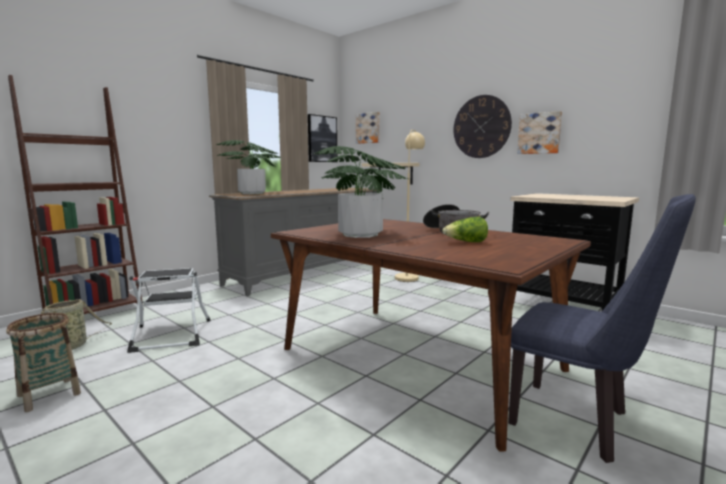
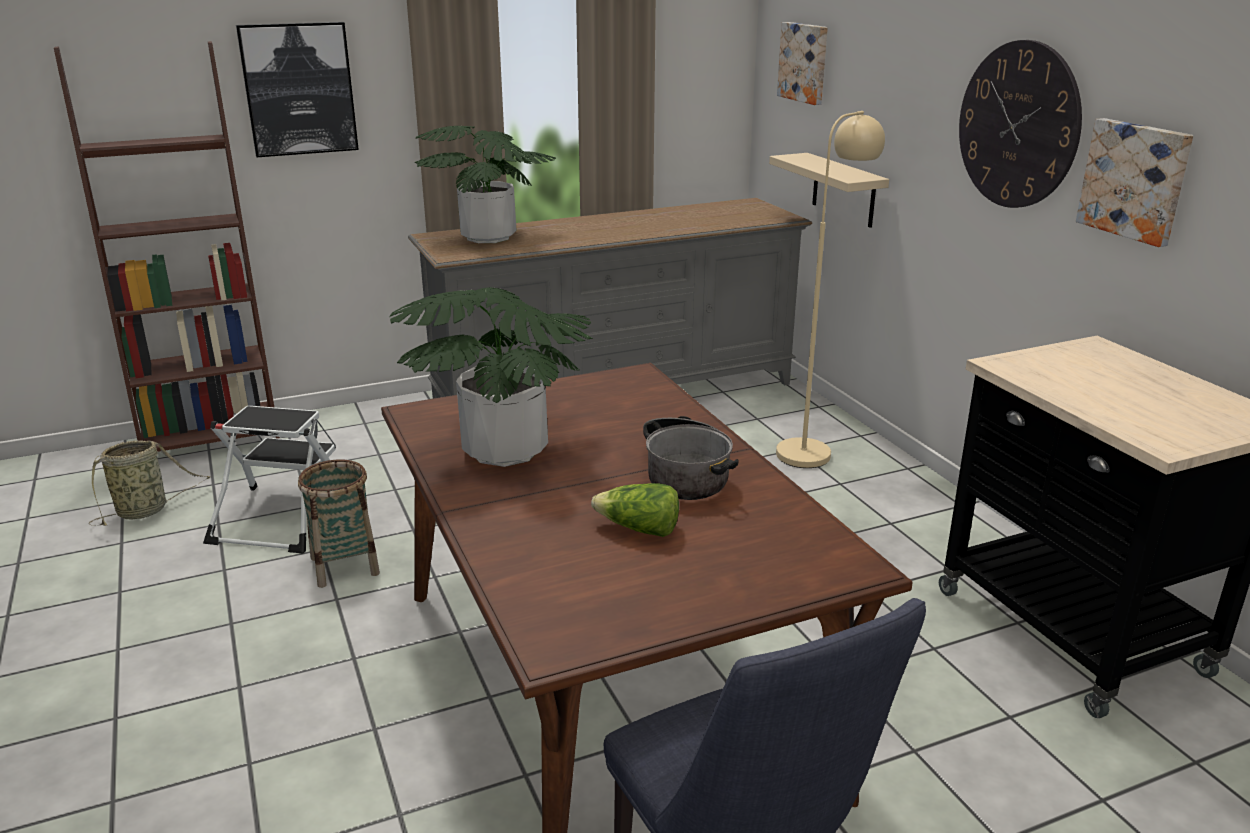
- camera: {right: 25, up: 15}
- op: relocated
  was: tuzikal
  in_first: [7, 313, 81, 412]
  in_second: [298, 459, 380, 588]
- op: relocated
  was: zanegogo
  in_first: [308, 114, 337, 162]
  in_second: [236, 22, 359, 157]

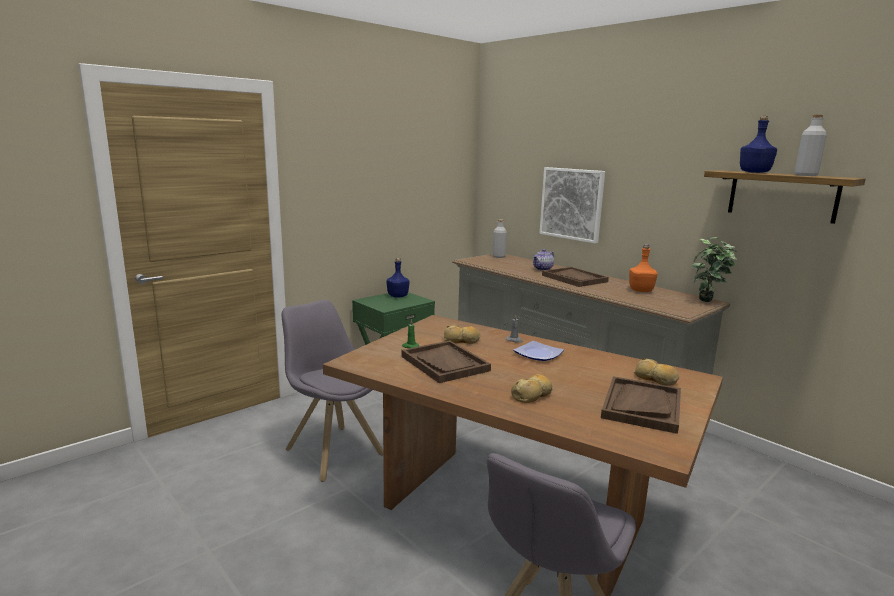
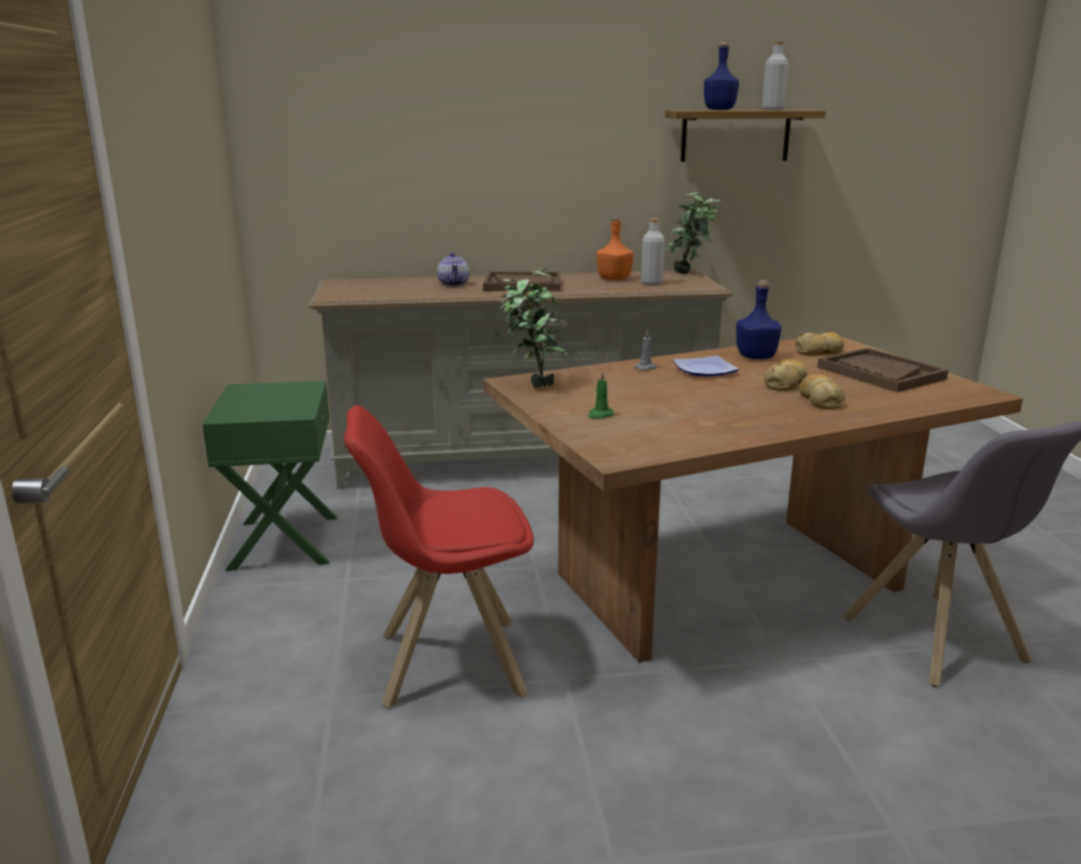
- camera: {right: -55, up: 5}
- op: colour
  was: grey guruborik
  now: red guruborik
  in_first: [282, 300, 383, 481]
  in_second: [344, 405, 534, 708]
- op: relocated
  was: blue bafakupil
  in_first: [386, 258, 409, 298]
  in_second: [736, 280, 781, 359]
- op: missing
  was: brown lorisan
  in_first: [402, 341, 491, 383]
- op: relocated
  was: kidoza
  in_first: [444, 325, 480, 344]
  in_second: [764, 359, 807, 391]
- op: relocated
  was: grey bafakupil
  in_first: [492, 220, 507, 258]
  in_second: [641, 219, 665, 285]
- op: missing
  was: zanegogo
  in_first: [539, 167, 605, 243]
- op: appeared
  now: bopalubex
  in_second: [500, 267, 569, 388]

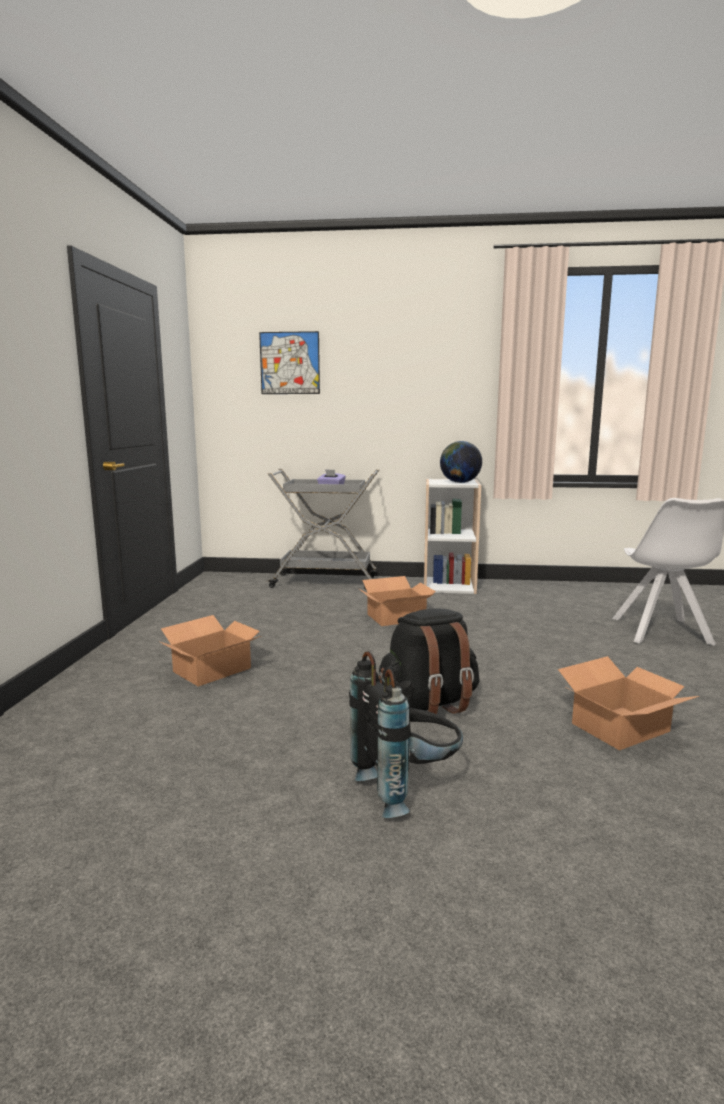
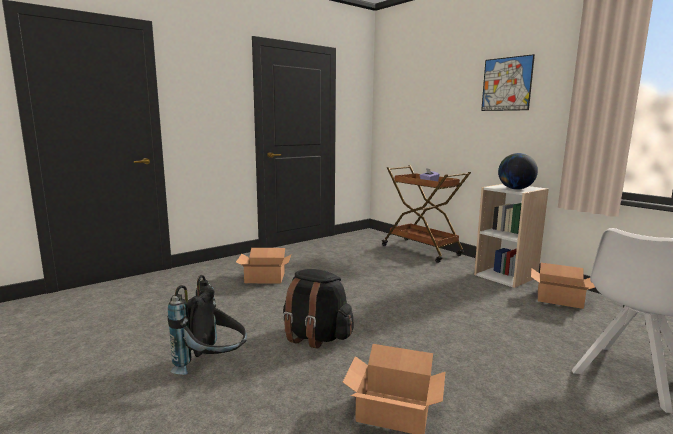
- camera: {right: 45, up: 0}
- op: relocated
  was: zanegogo
  in_first: [259, 331, 320, 394]
  in_second: [481, 54, 535, 111]
- op: colour
  was: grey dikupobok
  now: brown dikupobok
  in_first: [266, 469, 379, 590]
  in_second: [382, 165, 471, 263]
- op: relocated
  was: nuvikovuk
  in_first: [359, 576, 436, 626]
  in_second: [531, 263, 595, 309]

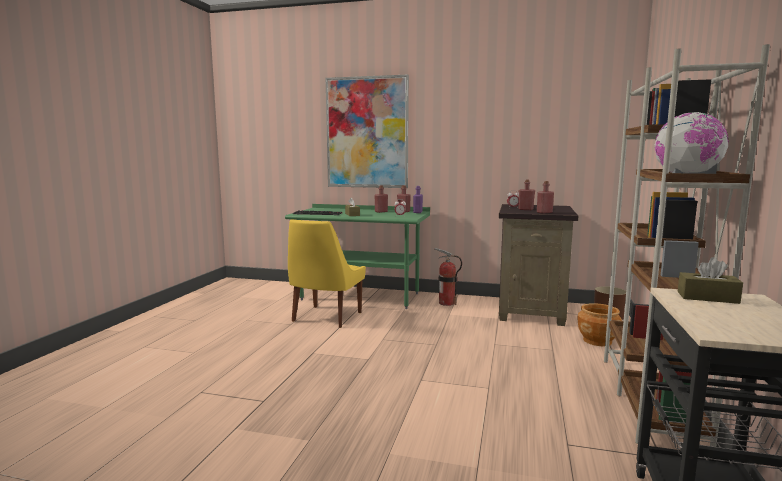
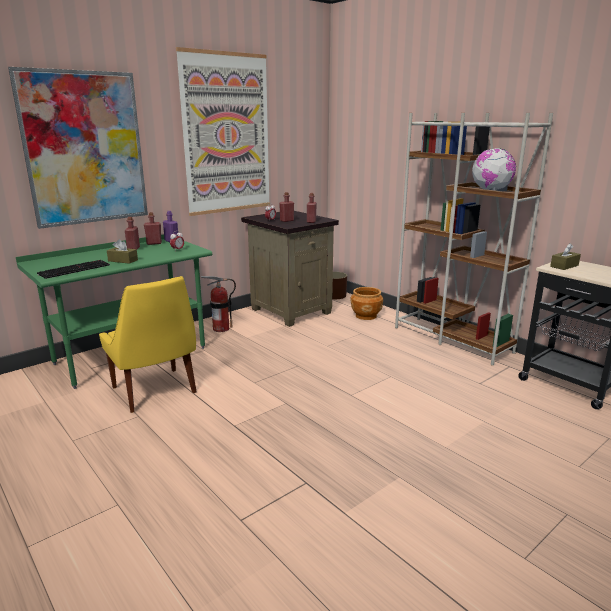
- camera: {right: -55, up: 10}
- op: appeared
  now: zanegogo
  in_second: [176, 47, 270, 216]

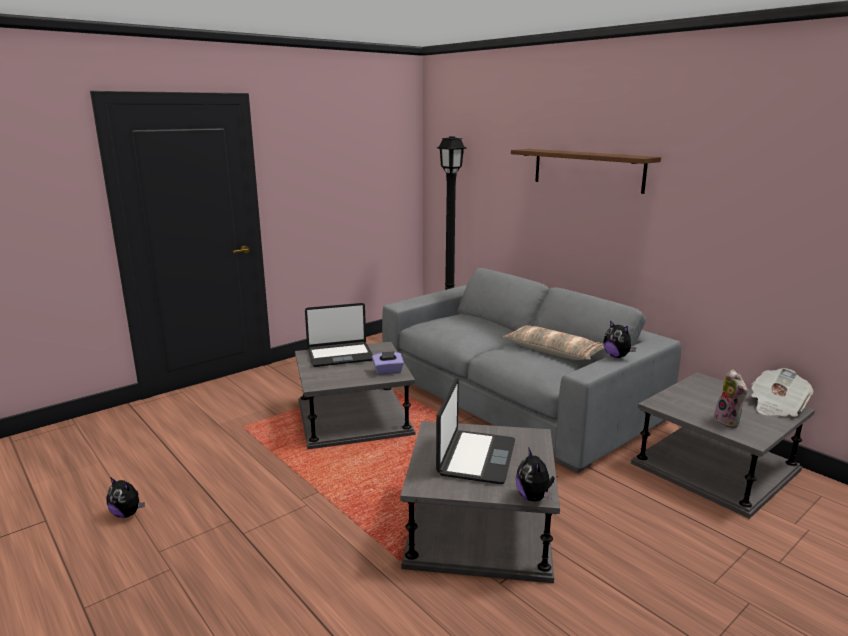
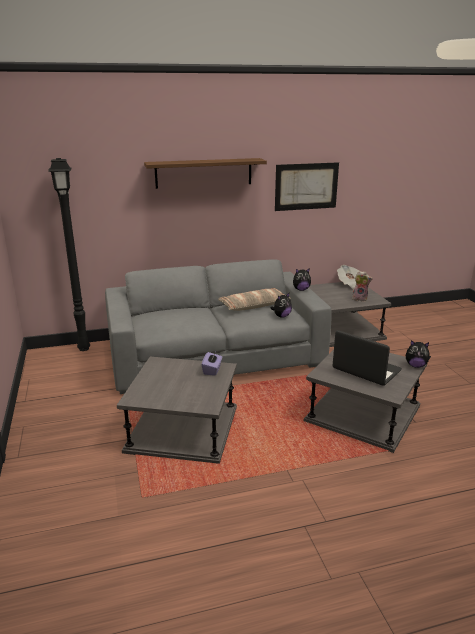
- camera: {right: -65, up: 5}
- op: relocated
  was: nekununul
  in_first: [107, 477, 145, 518]
  in_second: [270, 293, 292, 318]
- op: missing
  was: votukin
  in_first: [305, 303, 373, 367]
- op: appeared
  now: zanegogo
  in_second: [275, 162, 339, 211]

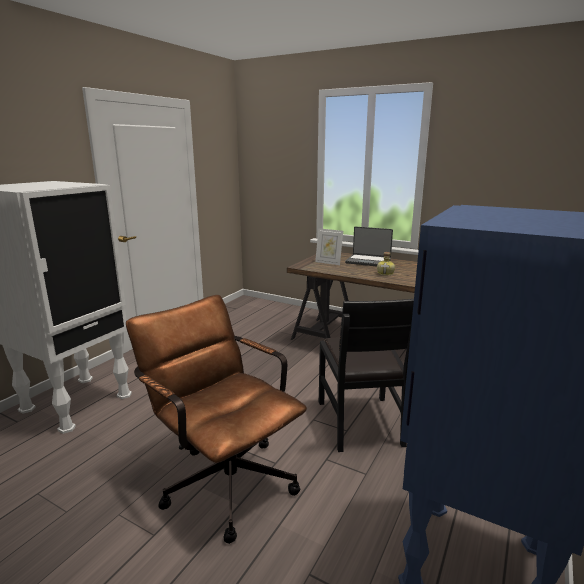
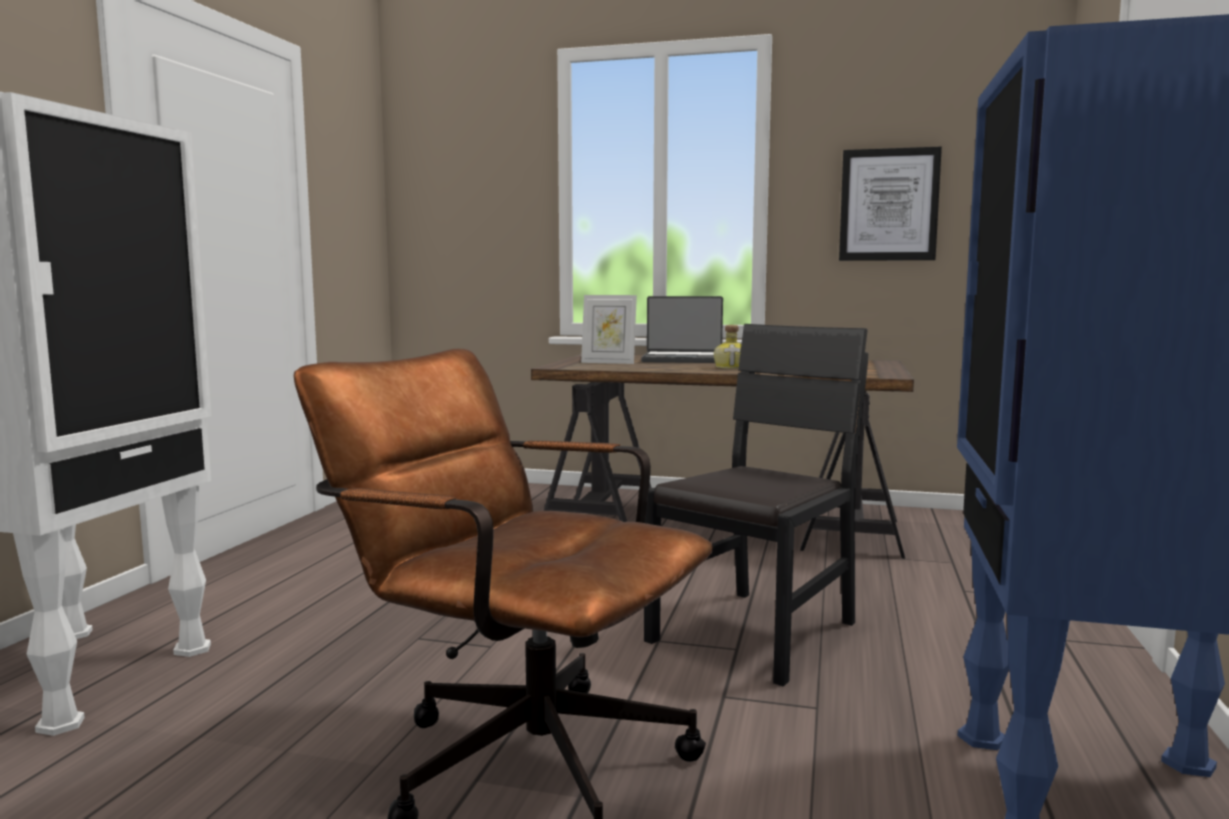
- camera: {right: -15, up: -10}
- op: spun
  was: black guruborik
  in_first: [319, 299, 414, 452]
  in_second: [644, 324, 868, 687]
  clockwise: -120
- op: appeared
  now: zanegogo
  in_second: [839, 146, 942, 261]

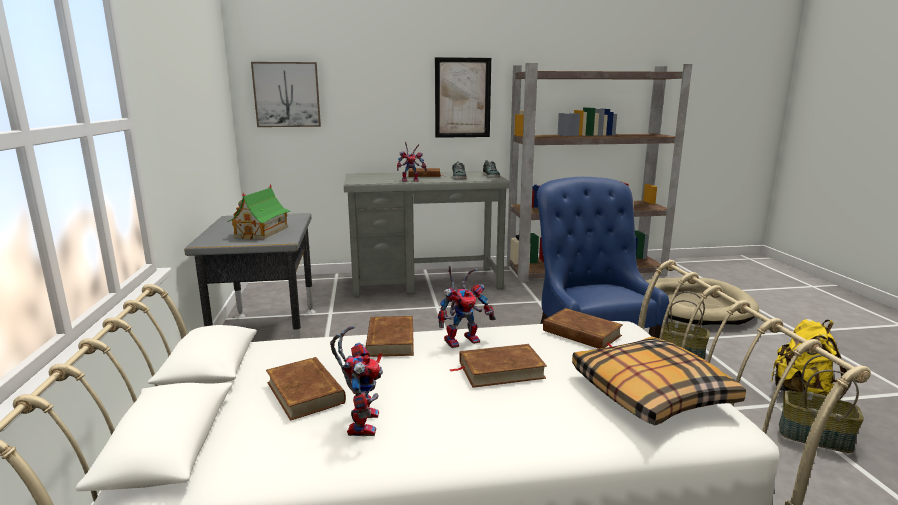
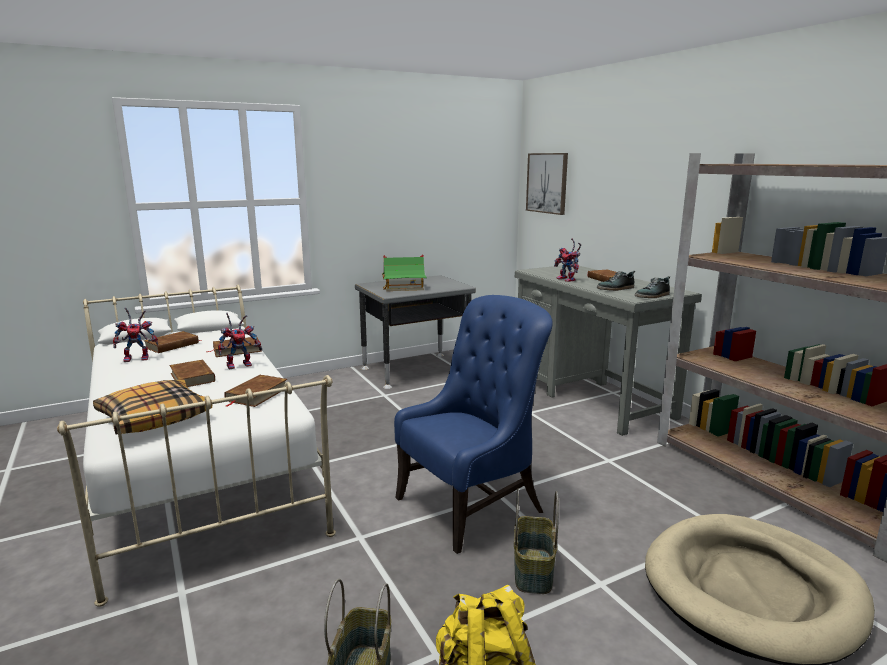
- camera: {right: 70, up: 0}
- op: missing
  was: zanegogo
  in_first: [435, 57, 491, 138]
- op: spun
  was: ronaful
  in_first: [438, 265, 496, 348]
  in_second: [218, 313, 262, 369]
  clockwise: -75

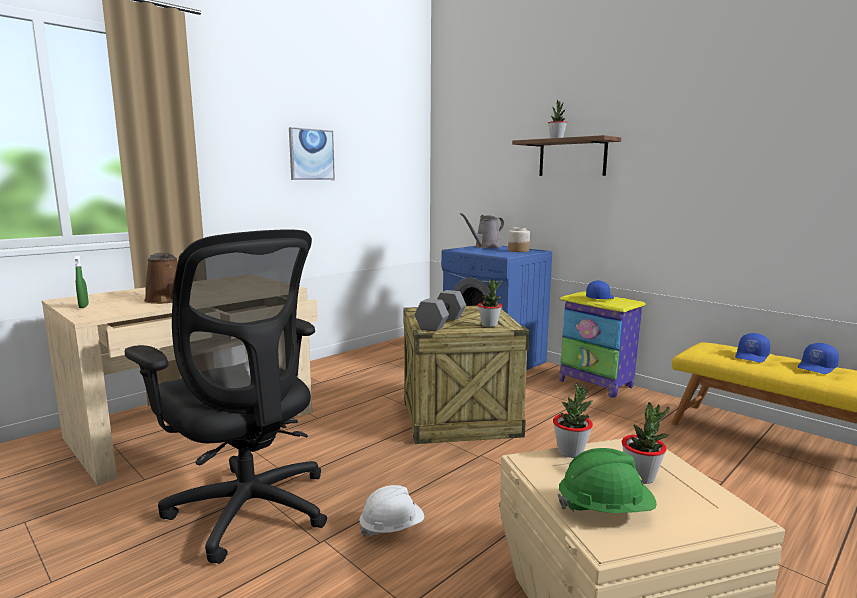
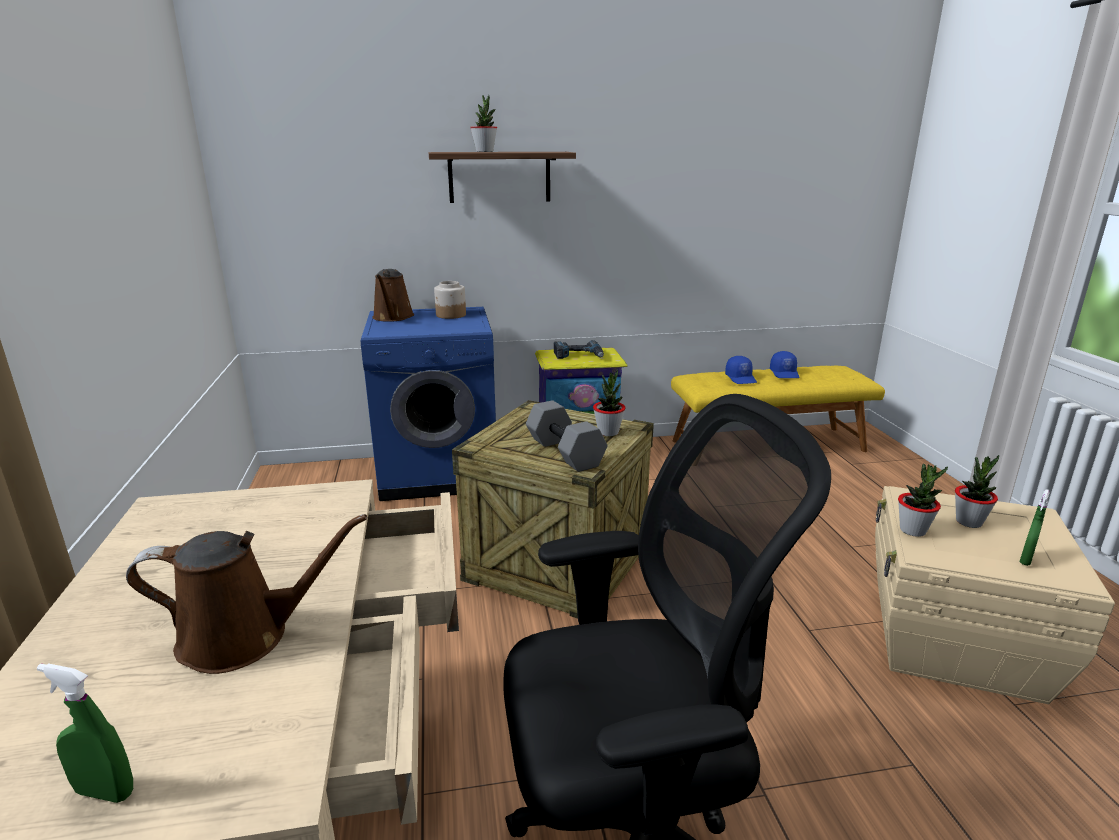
- camera: {right: -55, up: 10}
- op: missing
  was: zanegogo
  in_first: [289, 127, 335, 180]
- op: missing
  was: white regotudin
  in_first: [359, 485, 424, 537]
- op: colour
  was: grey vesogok
  now: brown vesogok
  in_first: [460, 213, 504, 248]
  in_second: [372, 269, 414, 322]
- op: exchanged
  was: green regotudin
  now: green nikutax
  in_first: [557, 448, 657, 513]
  in_second: [1019, 489, 1049, 566]
- op: exchanged
  was: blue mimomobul
  now: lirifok
  in_first: [586, 280, 614, 299]
  in_second: [554, 340, 604, 359]

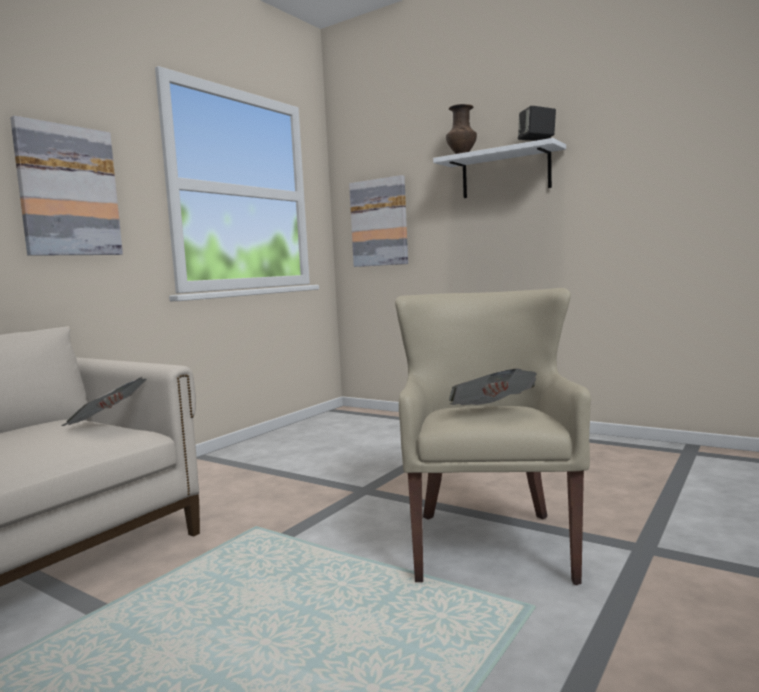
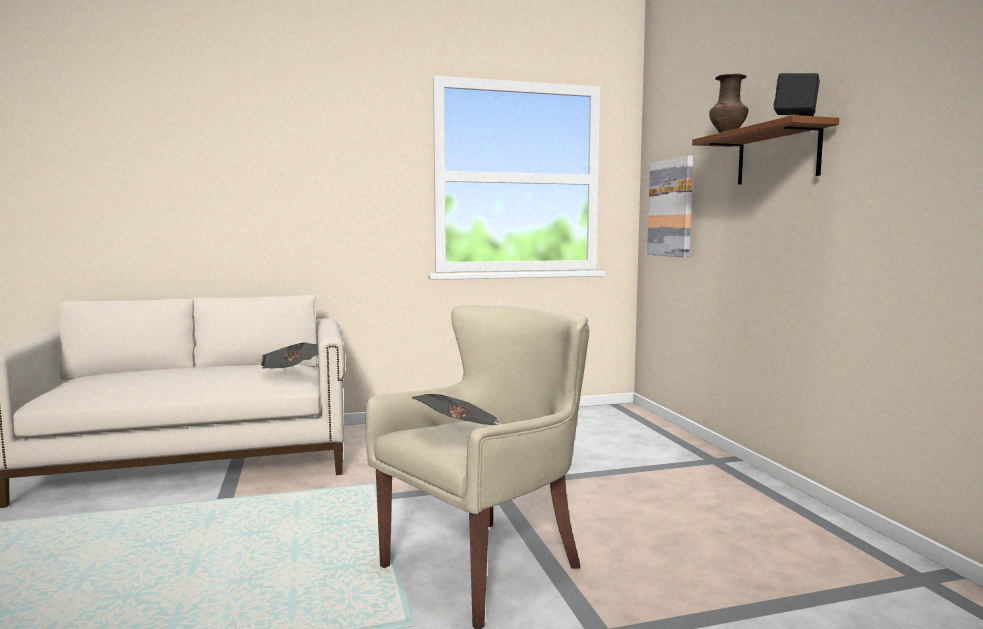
- camera: {right: 40, up: 0}
- op: missing
  was: zanegogo
  in_first: [10, 116, 123, 256]
- op: colour
  was: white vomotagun
  now: brown vomotagun
  in_first: [433, 138, 566, 198]
  in_second: [692, 115, 839, 185]

